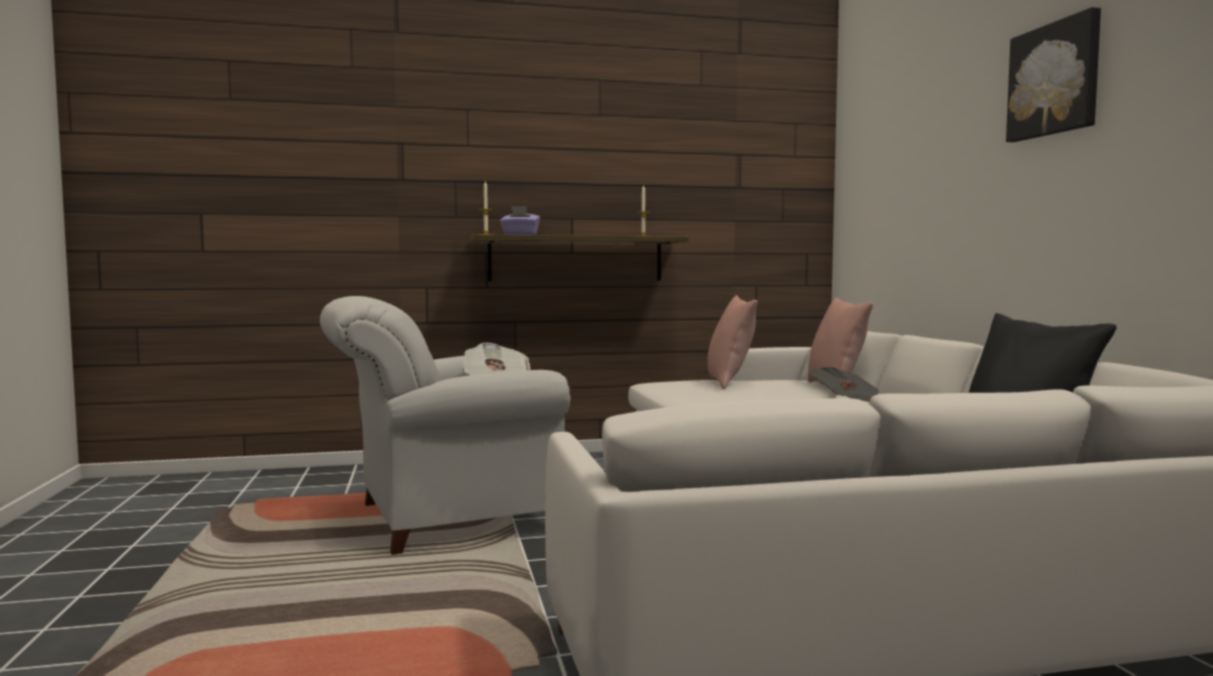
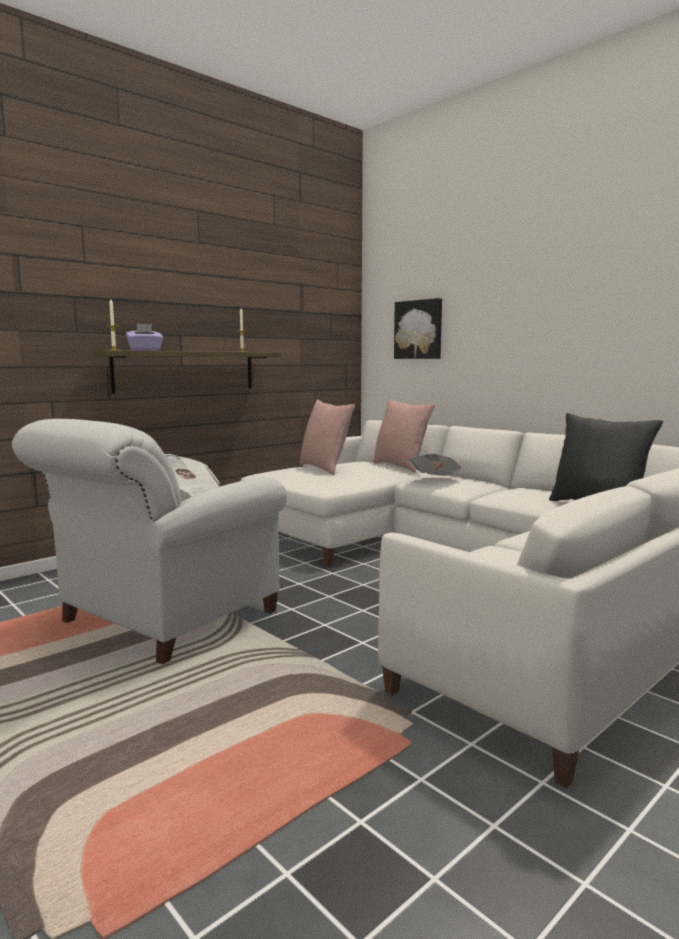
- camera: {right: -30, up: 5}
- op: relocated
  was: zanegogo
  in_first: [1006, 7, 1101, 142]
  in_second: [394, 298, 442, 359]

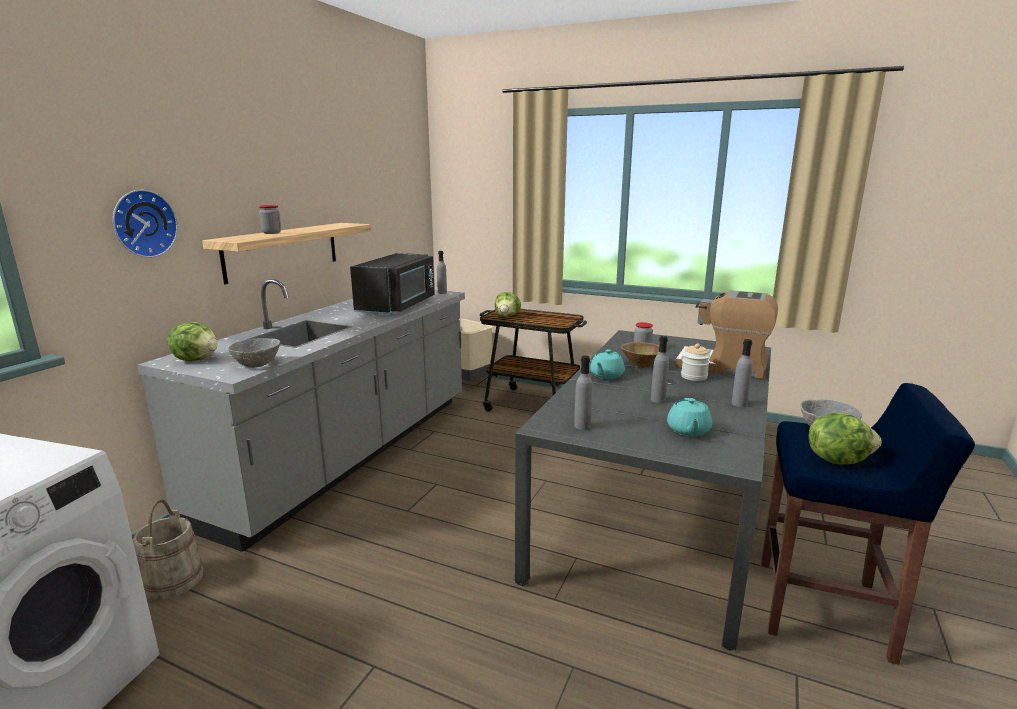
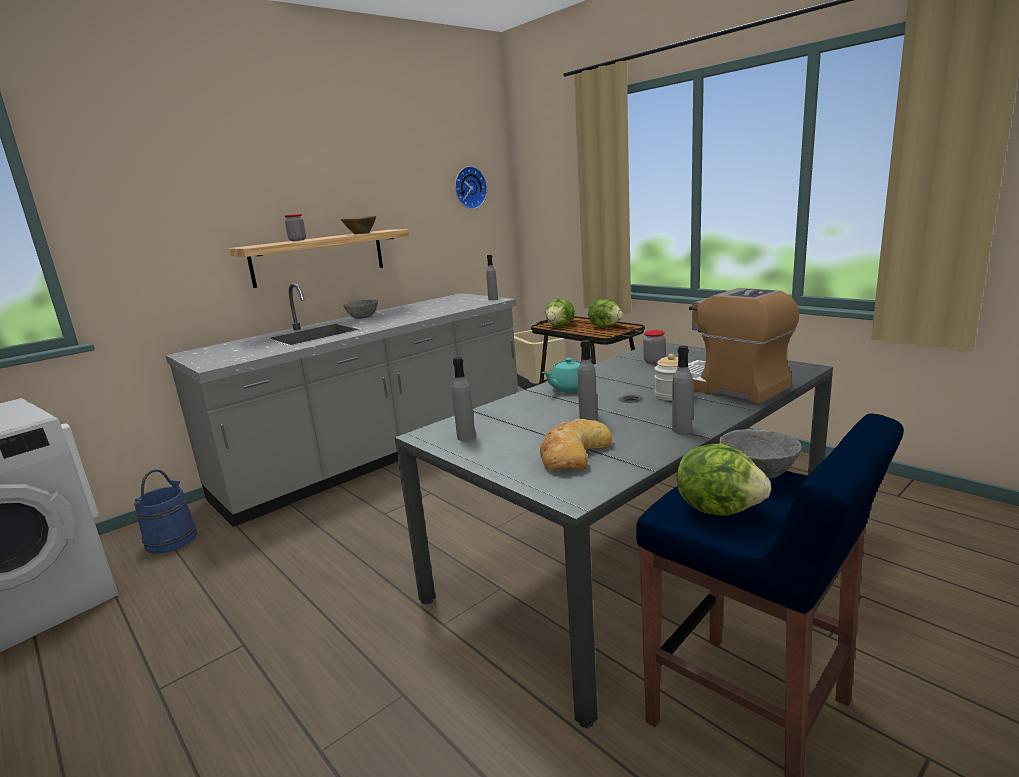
- camera: {right: 25, up: 0}
- op: relocated
  was: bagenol
  in_first: [113, 189, 178, 258]
  in_second: [455, 166, 487, 209]
- op: colour
  was: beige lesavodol
  now: blue lesavodol
  in_first: [133, 500, 203, 600]
  in_second: [134, 469, 197, 554]
- op: relocated
  was: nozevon
  in_first: [168, 322, 218, 361]
  in_second: [588, 299, 623, 327]
- op: relocated
  was: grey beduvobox
  in_first: [228, 338, 280, 368]
  in_second: [343, 300, 378, 319]
- op: missing
  was: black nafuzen
  in_first: [350, 253, 435, 315]
- op: relocated
  was: brown beduvobox
  in_first: [621, 342, 660, 368]
  in_second: [341, 216, 376, 234]
- op: exchanged
  was: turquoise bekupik
  now: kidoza
  in_first: [667, 398, 712, 436]
  in_second: [540, 419, 612, 471]

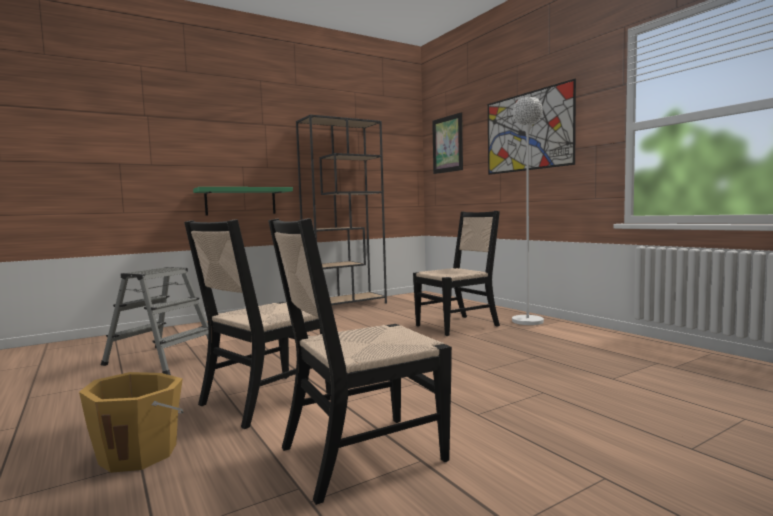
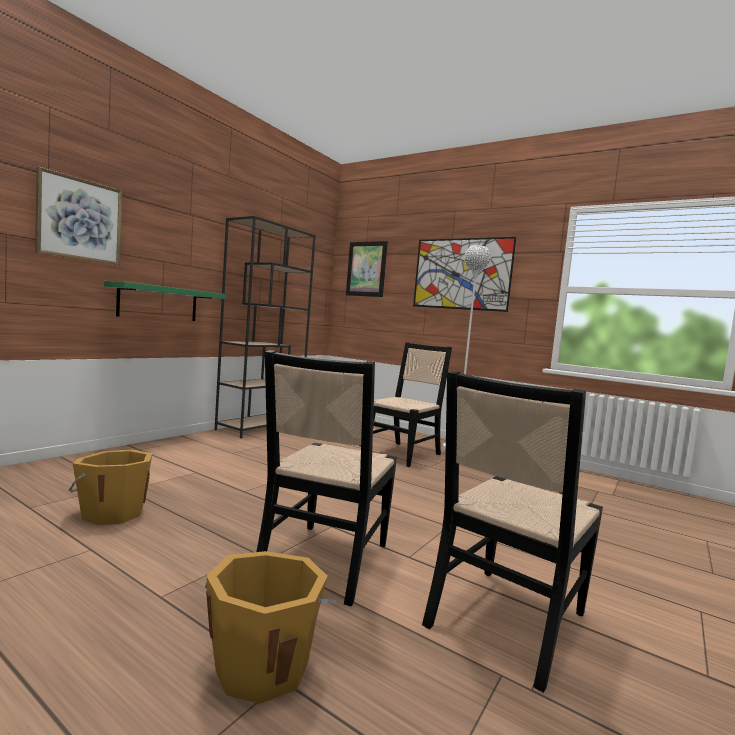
- camera: {right: -25, up: 0}
- op: exchanged
  was: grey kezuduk
  now: orange lesavodol
  in_first: [101, 267, 220, 375]
  in_second: [69, 450, 152, 525]
- op: appeared
  now: zanegogo
  in_second: [35, 167, 122, 265]

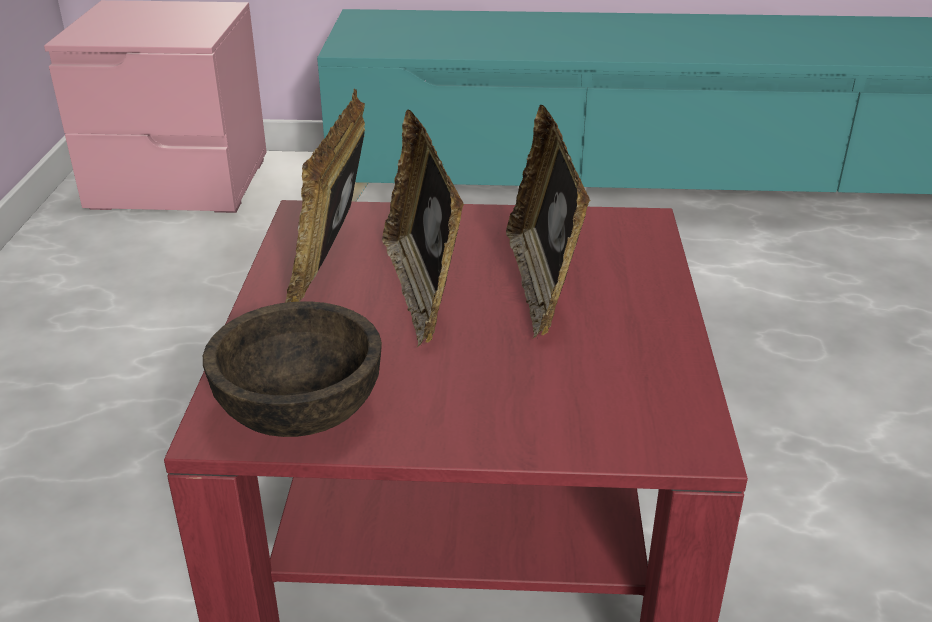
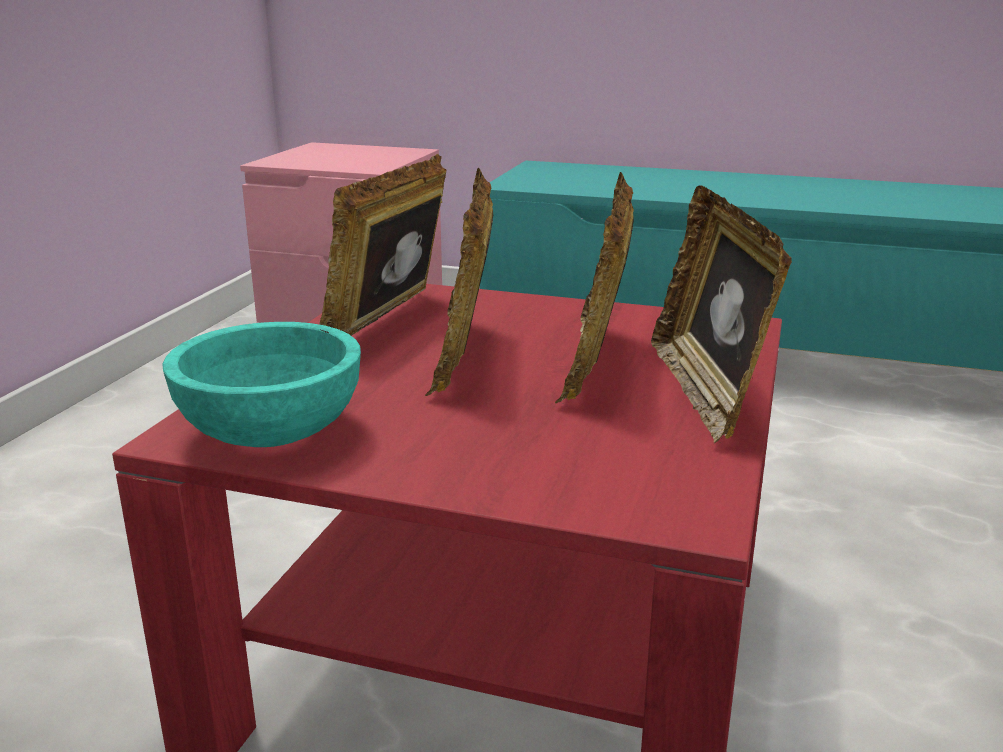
- camera: {right: 15, up: -10}
- op: colour
  was: brown beduvobox
  now: turquoise beduvobox
  in_first: [203, 301, 382, 437]
  in_second: [162, 322, 361, 447]
- op: appeared
  now: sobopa
  in_second: [651, 186, 792, 444]

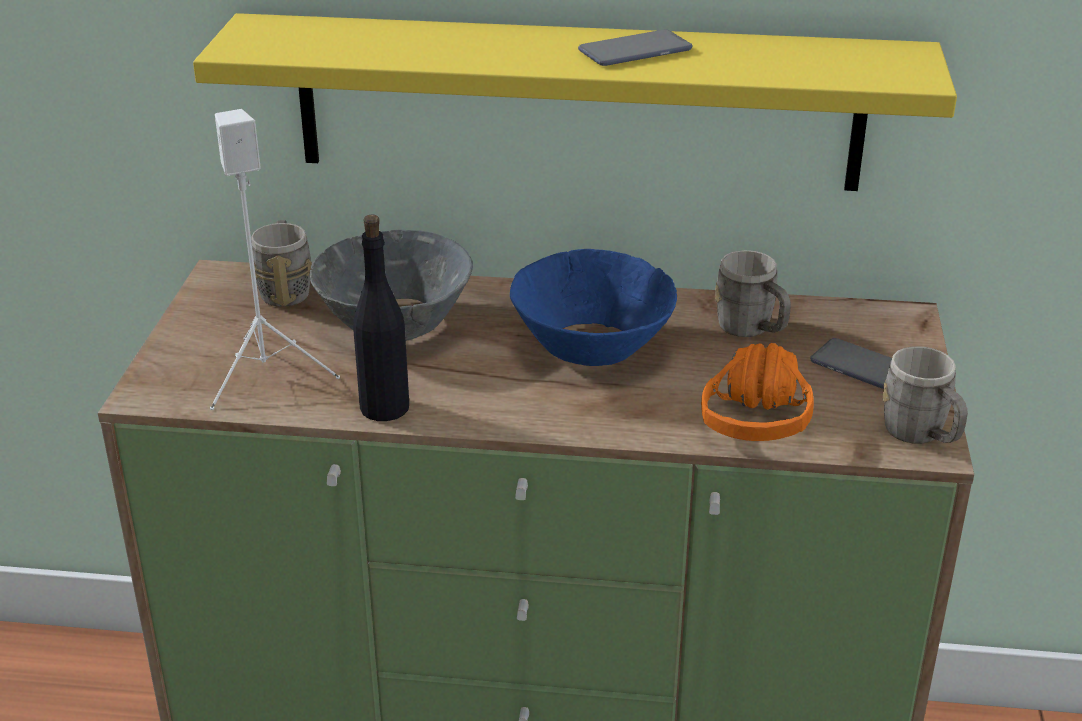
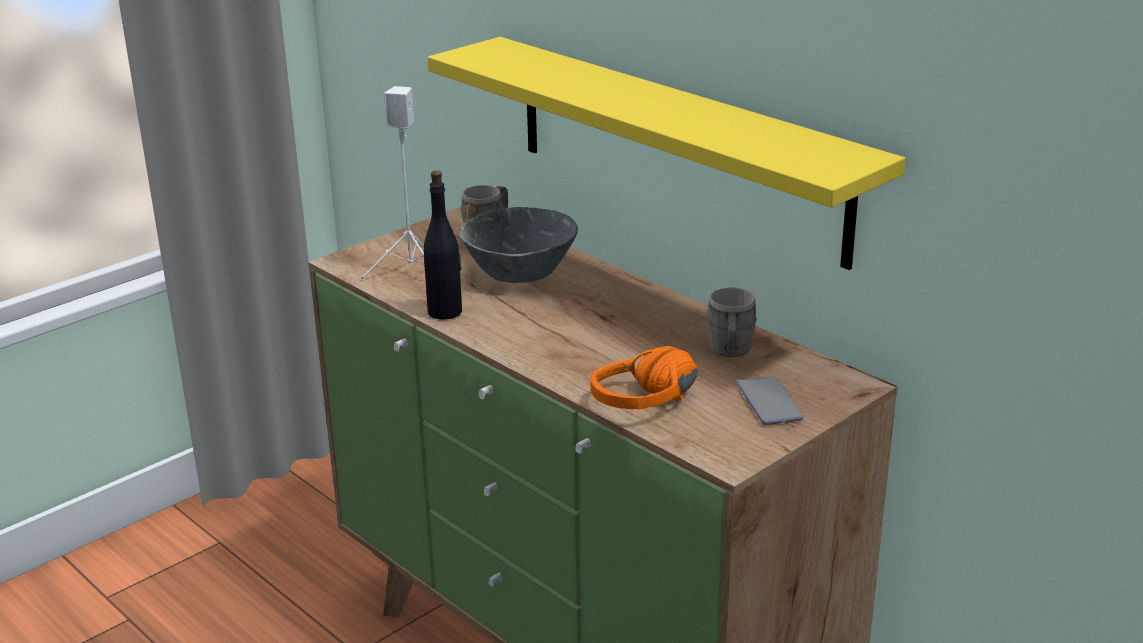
- camera: {right: 40, up: -5}
- op: missing
  was: blue beduvobox
  in_first: [510, 249, 677, 366]
- op: missing
  was: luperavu
  in_first: [578, 30, 692, 66]
- op: missing
  was: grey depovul
  in_first: [883, 346, 968, 444]

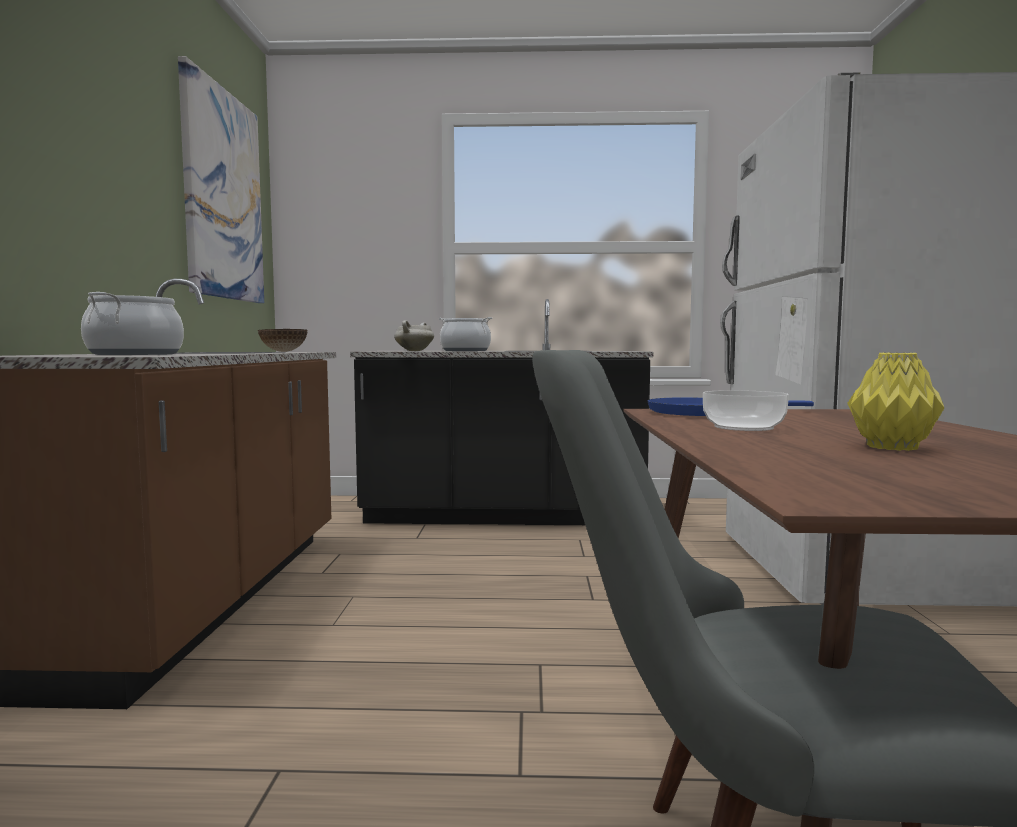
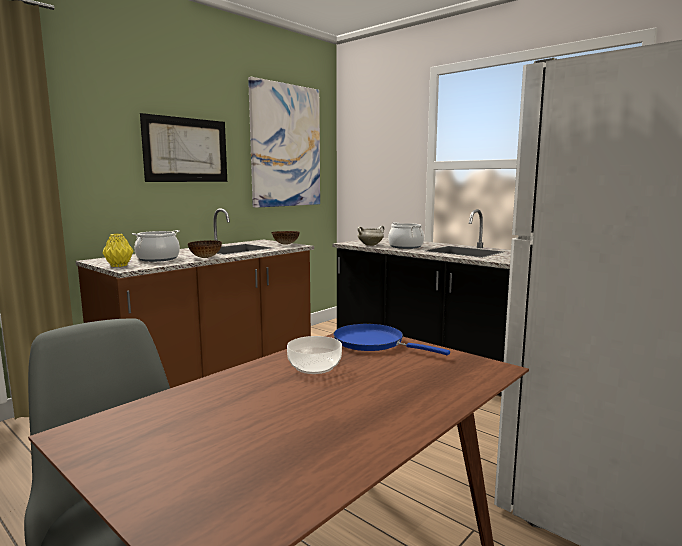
- camera: {right: 40, up: 5}
- op: relocated
  was: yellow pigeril
  in_first: [847, 353, 944, 451]
  in_second: [103, 234, 133, 267]
- op: appeared
  now: zanegogo
  in_second: [140, 113, 227, 182]
- op: appeared
  now: beduvobox
  in_second: [188, 240, 222, 258]

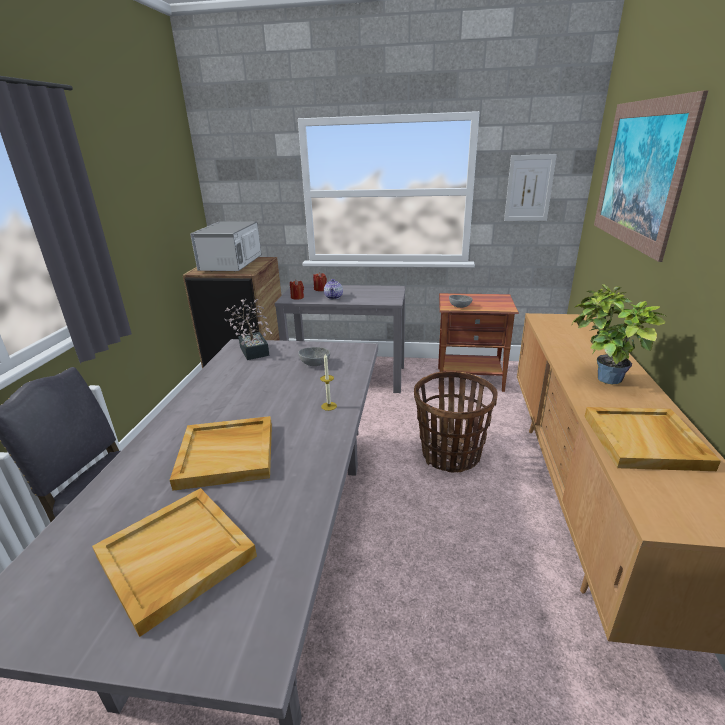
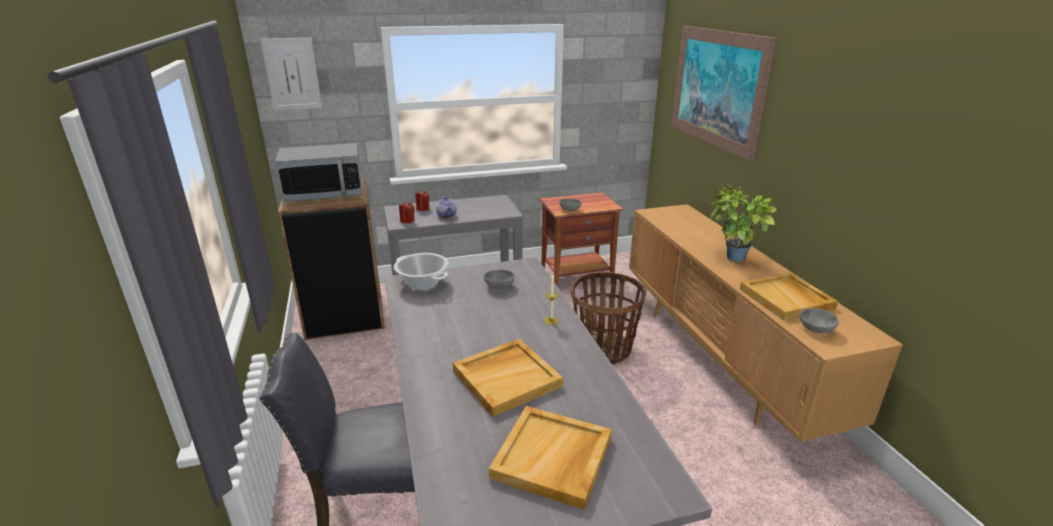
- camera: {right: -25, up: 0}
- op: spun
  was: nafuzen
  in_first: [190, 221, 262, 272]
  in_second: [275, 143, 363, 202]
  clockwise: -90
- op: exchanged
  was: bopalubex
  now: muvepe
  in_first: [224, 299, 273, 360]
  in_second: [394, 253, 449, 290]
- op: relocated
  was: zanegogo
  in_first: [504, 154, 557, 221]
  in_second: [260, 38, 322, 111]
- op: appeared
  now: grey beduvobox
  in_second: [800, 308, 839, 333]

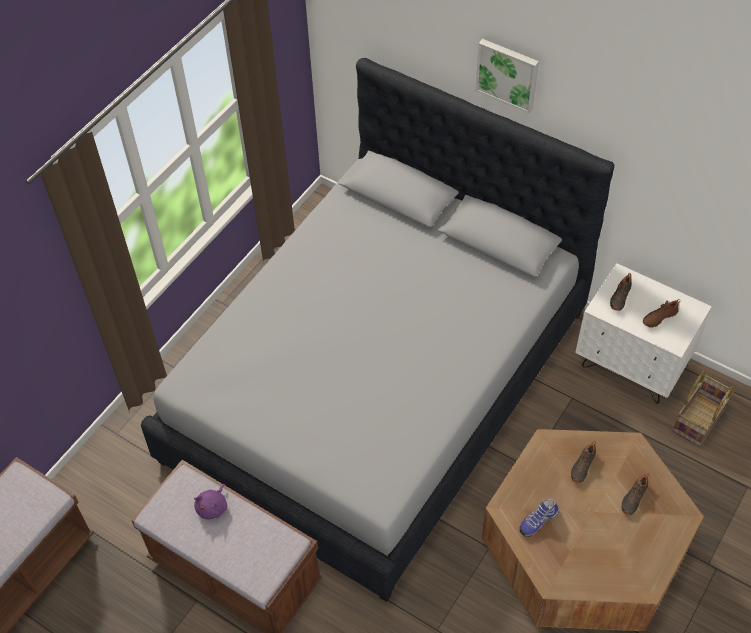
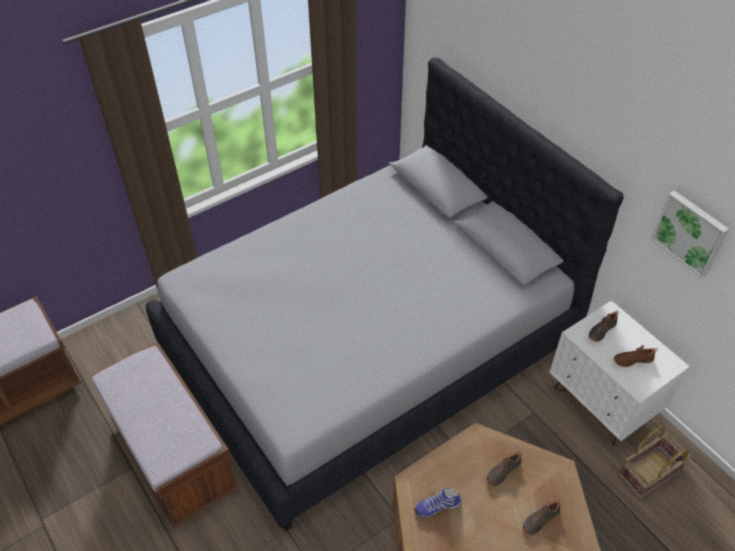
- camera: {right: 20, up: -5}
- op: missing
  was: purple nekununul
  in_first: [194, 484, 227, 519]
- op: relocated
  was: zanegogo
  in_first: [475, 39, 539, 114]
  in_second: [651, 190, 729, 278]

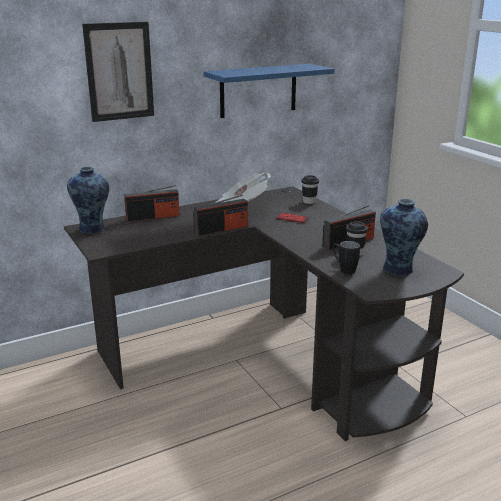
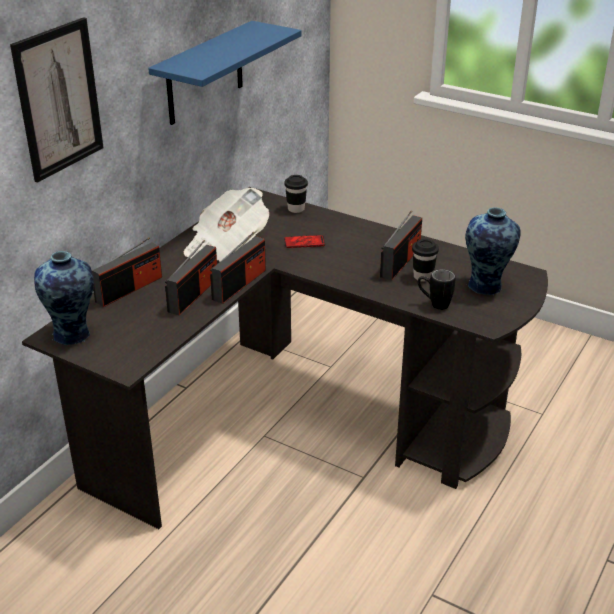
- camera: {right: -30, up: 10}
- op: appeared
  now: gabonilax
  in_second: [165, 240, 217, 316]

